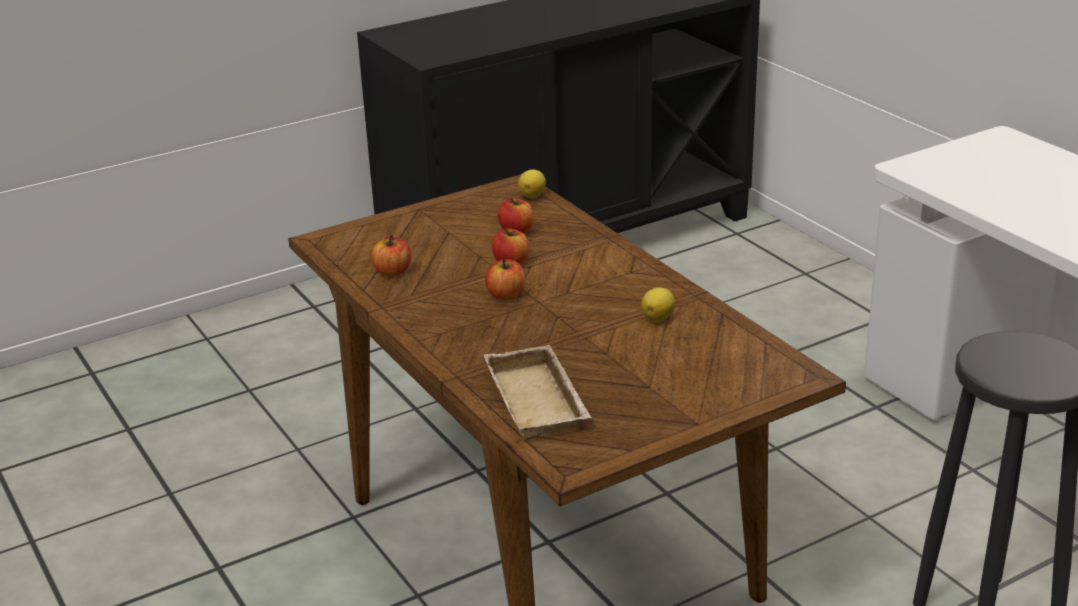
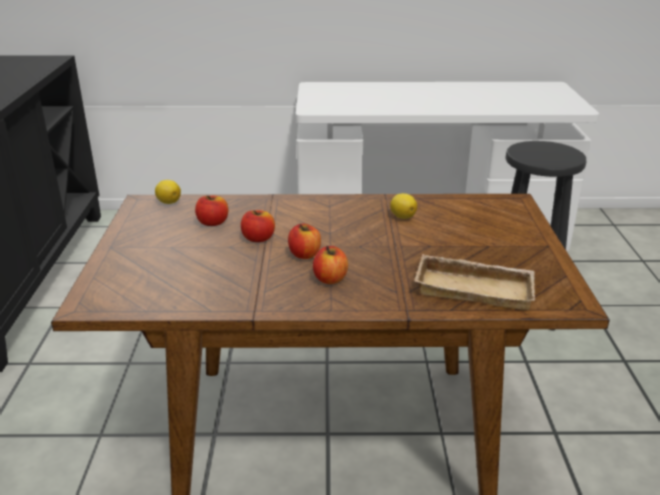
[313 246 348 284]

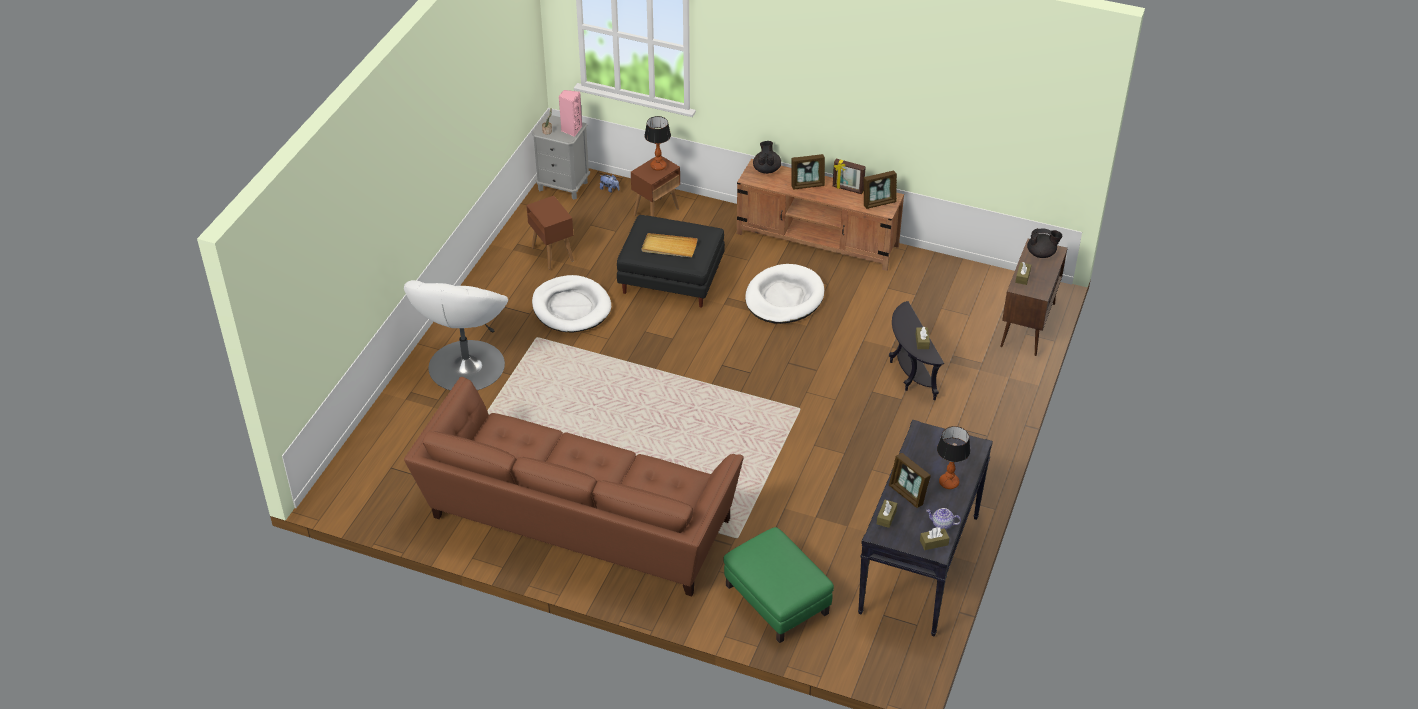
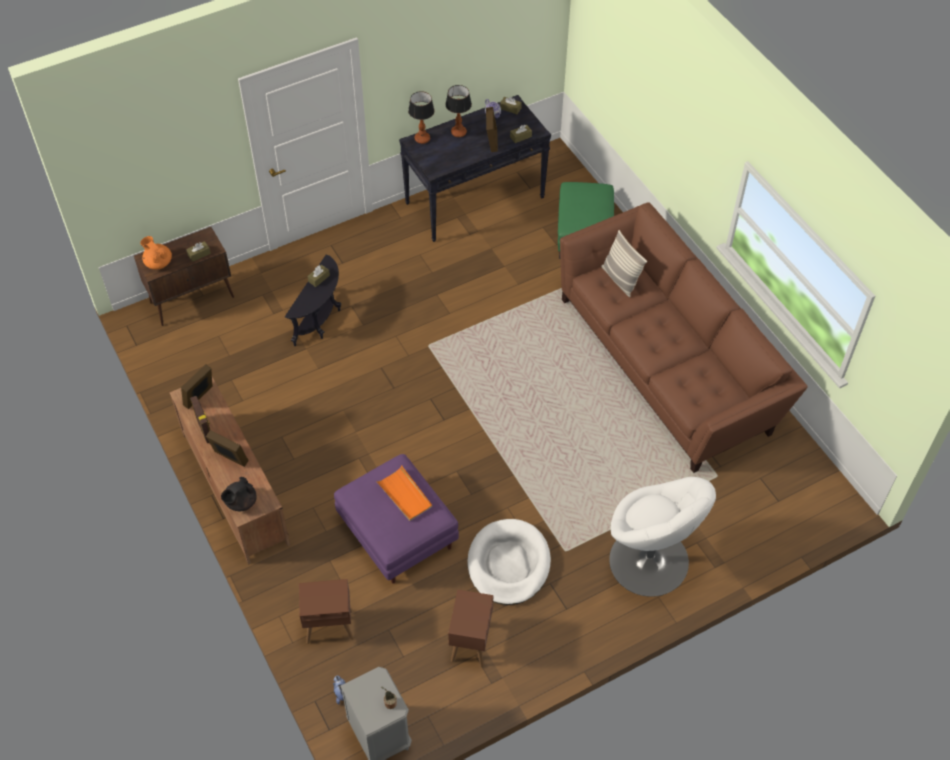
[609 477 716 597]
[559 90 582 137] (first image)
[334 454 459 584]
[376 465 432 521]
[408 91 435 144]
[745 264 824 324] (first image)
[181 364 213 409]
[140 236 172 270]
[601 230 647 297]

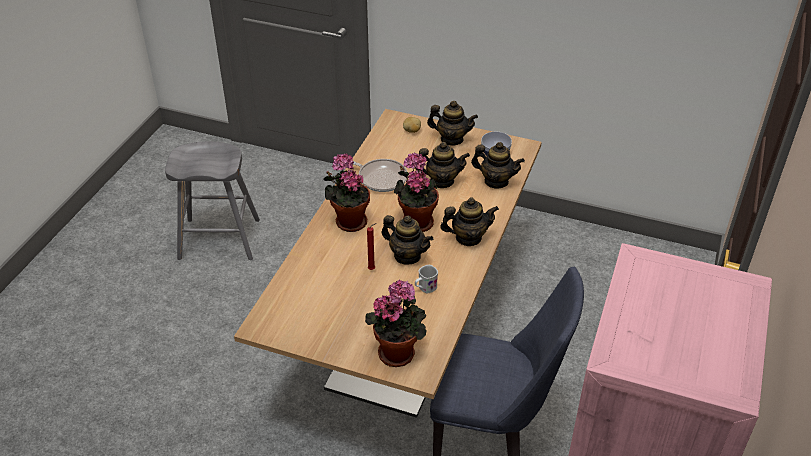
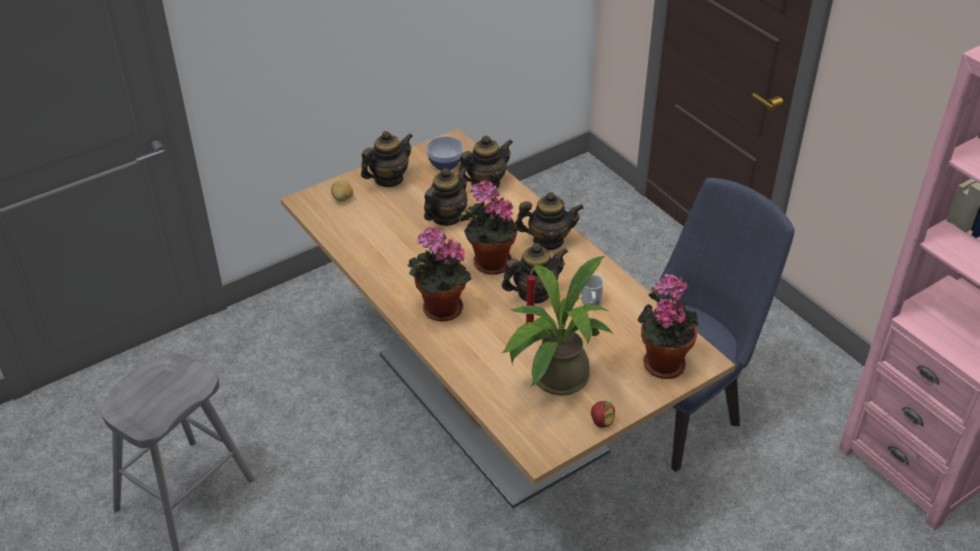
[353 159 408 192] (first image)
[515 192 584 250]
[502 256 613 396]
[591 401 615 428]

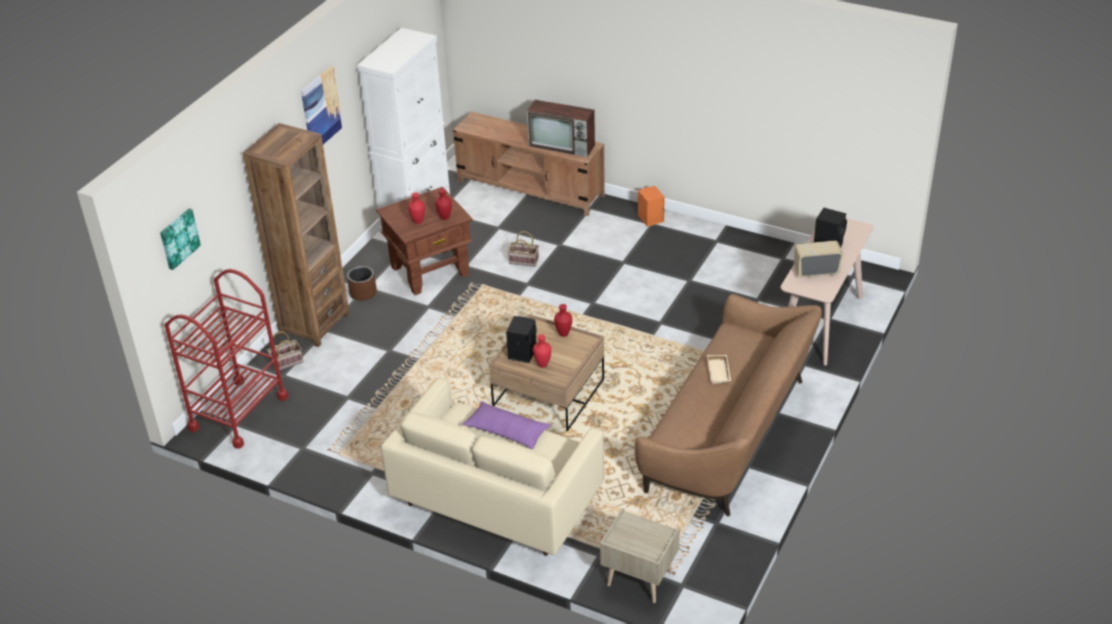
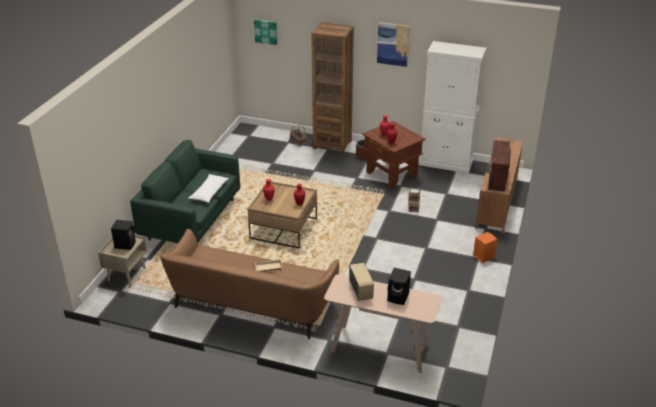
[164 269 288 449] (first image)
[130 140 240 243]
[189 174 229 203]
[111 220 136 250]

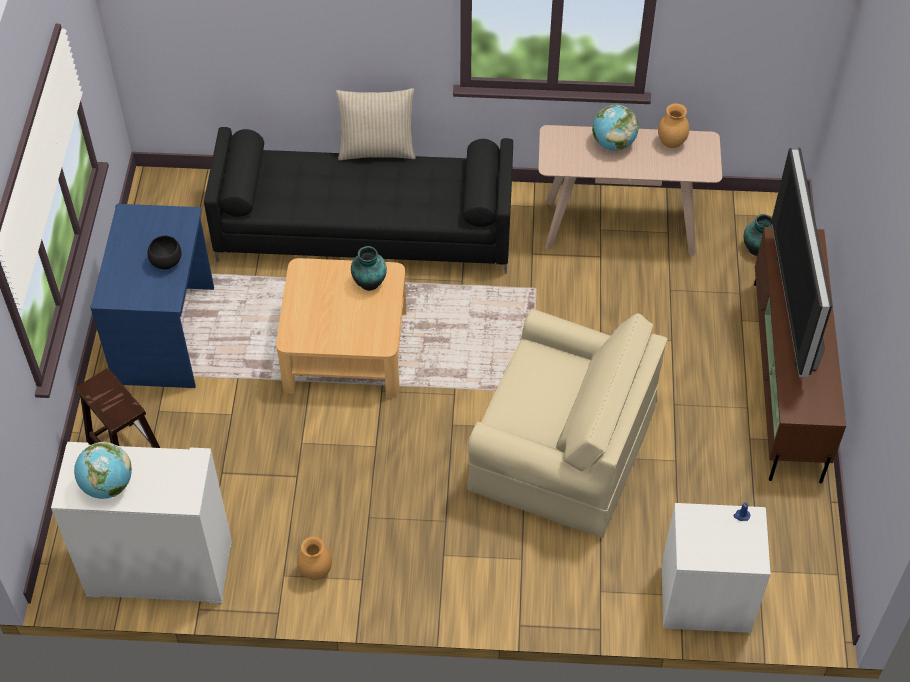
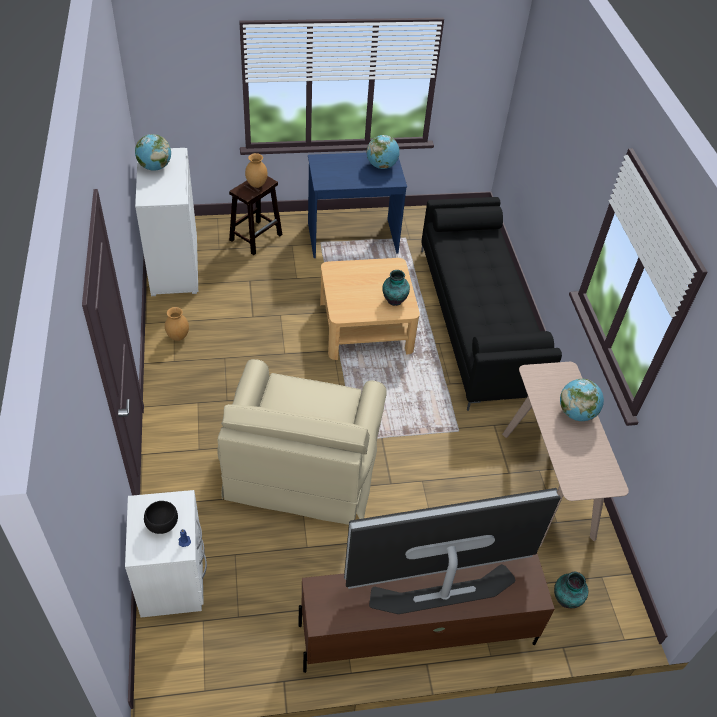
[144 501 178 534]
[336 88 416 160] (first image)
[245 153 268 188]
[367 135 400 169]

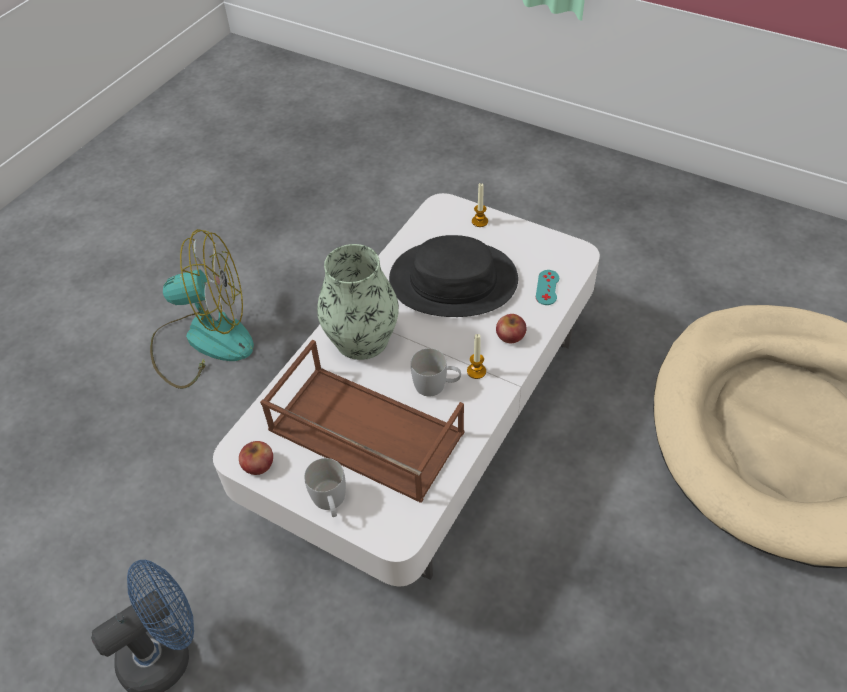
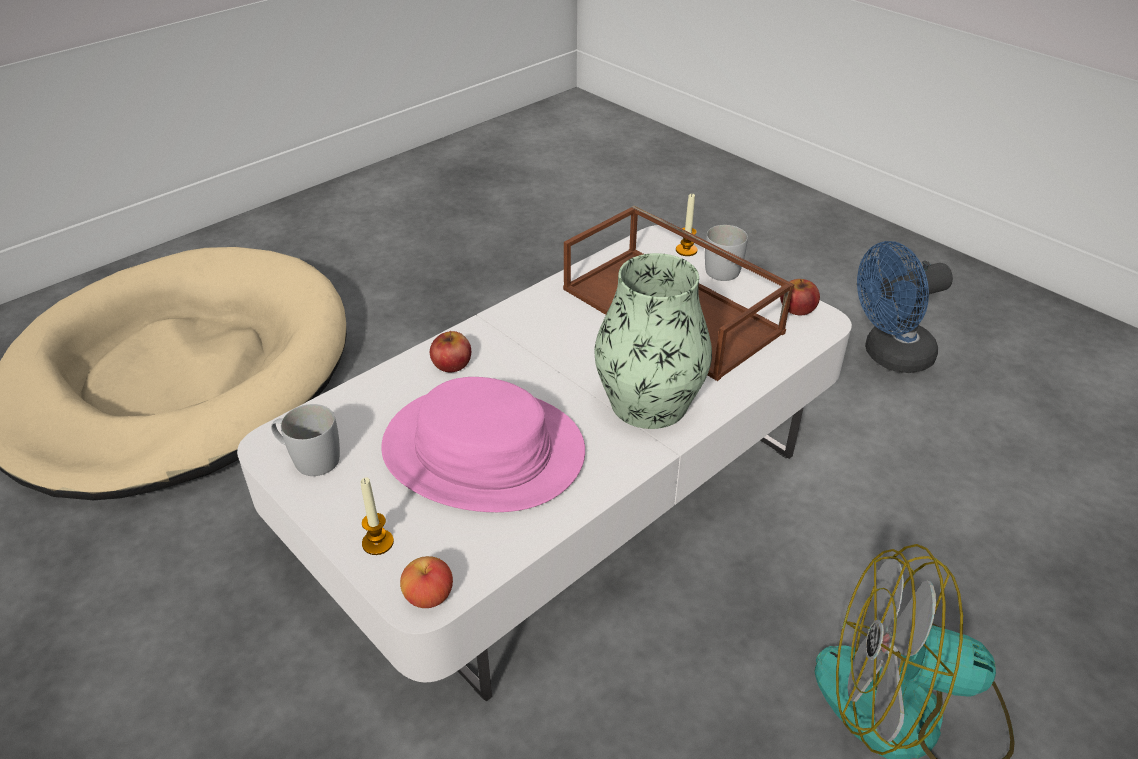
[381 377 585 512]
[271 404 340 476]
[676 194 698 256]
[536 270 559 305] (first image)
[400 556 453 608]

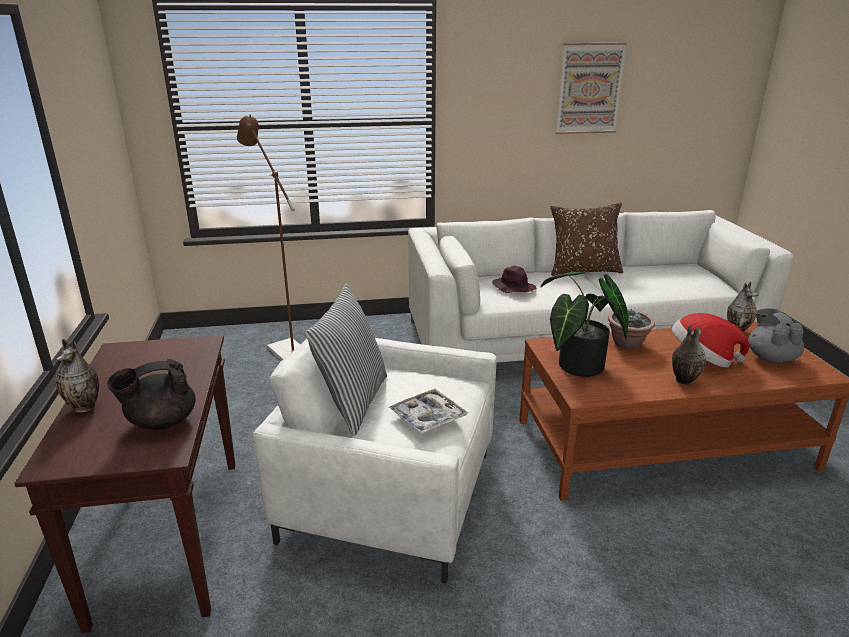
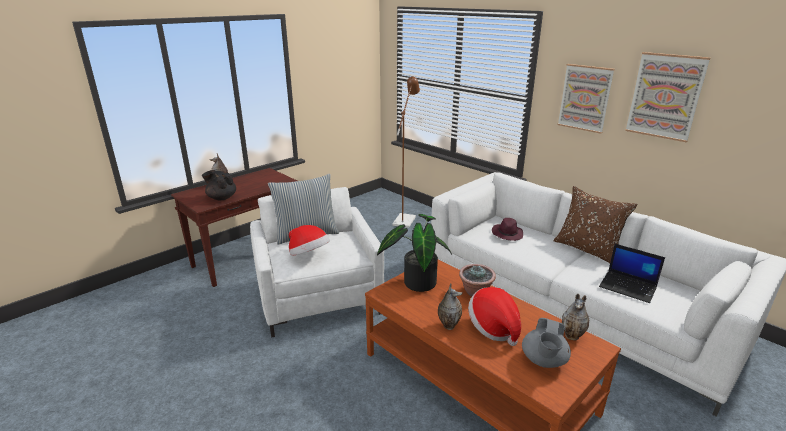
[289 225 330 256]
[522 318 571 368]
[558 64 615 134]
[599 244 665 303]

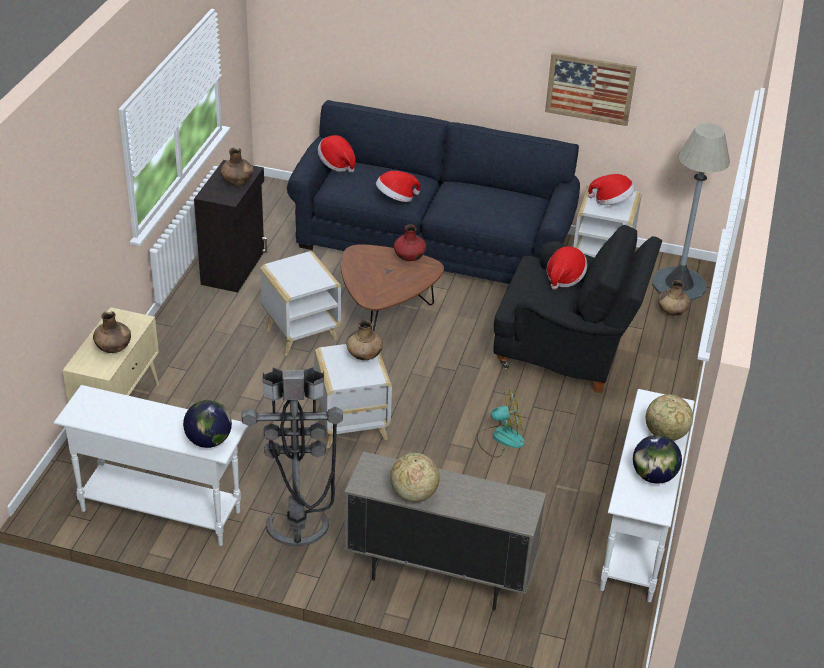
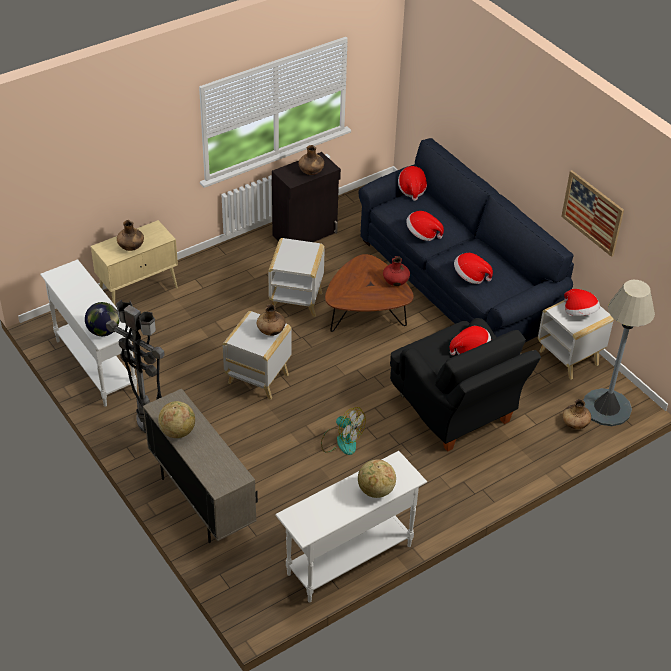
[633 435 682 484] (first image)
[454 253 493 284]

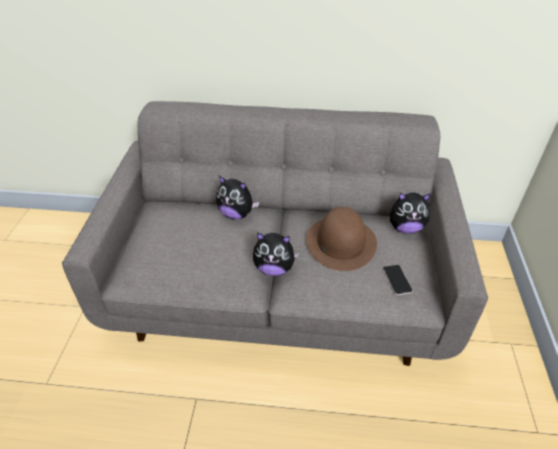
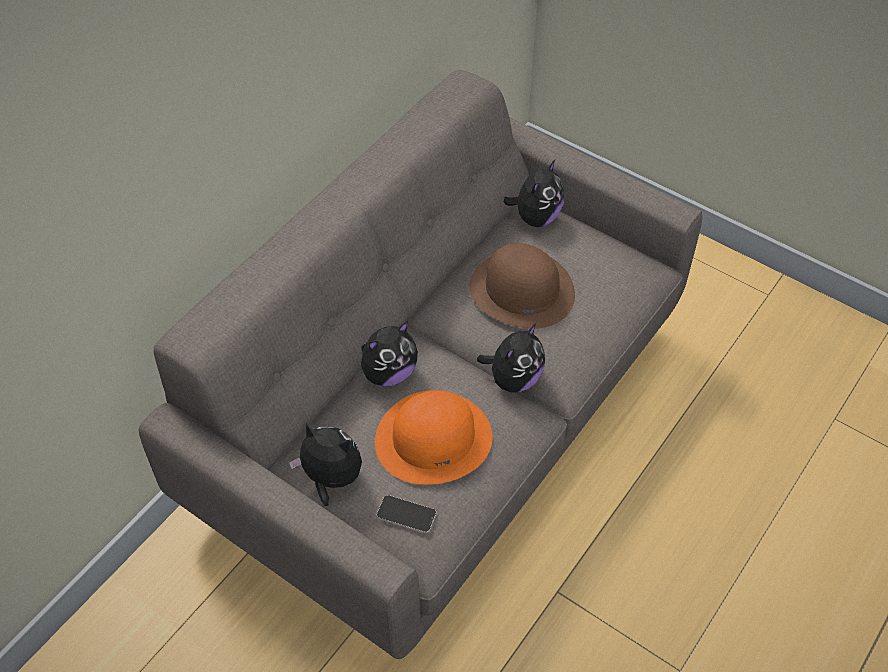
[377 495 436 533]
[289 423 362 506]
[375 390 492 485]

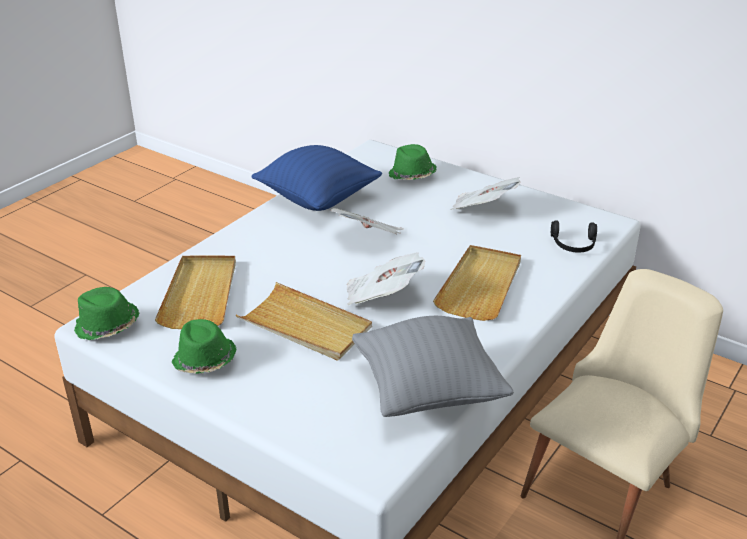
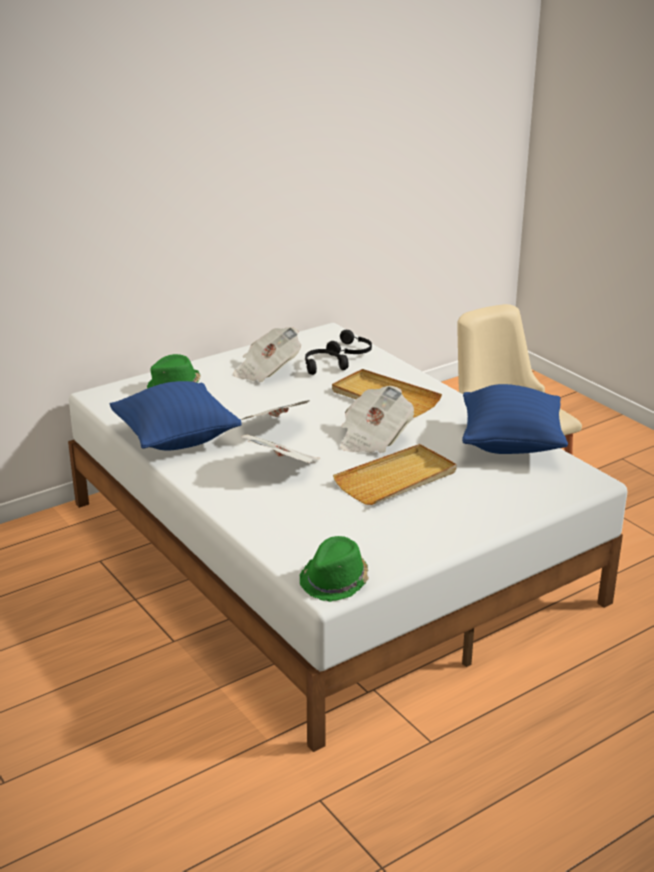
[155 256 236 329] (first image)
[172 319 237 374] (first image)
[462 384 568 454]
[242 435 321 463]
[305 349 349 375]

